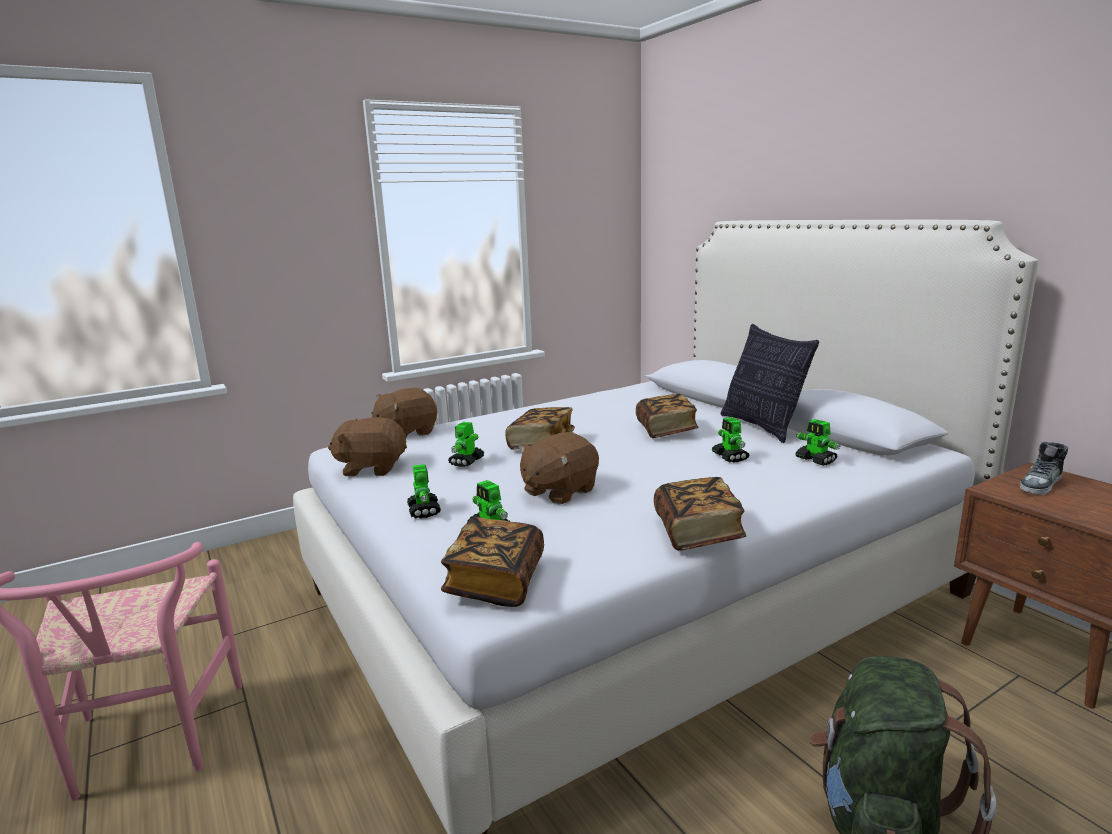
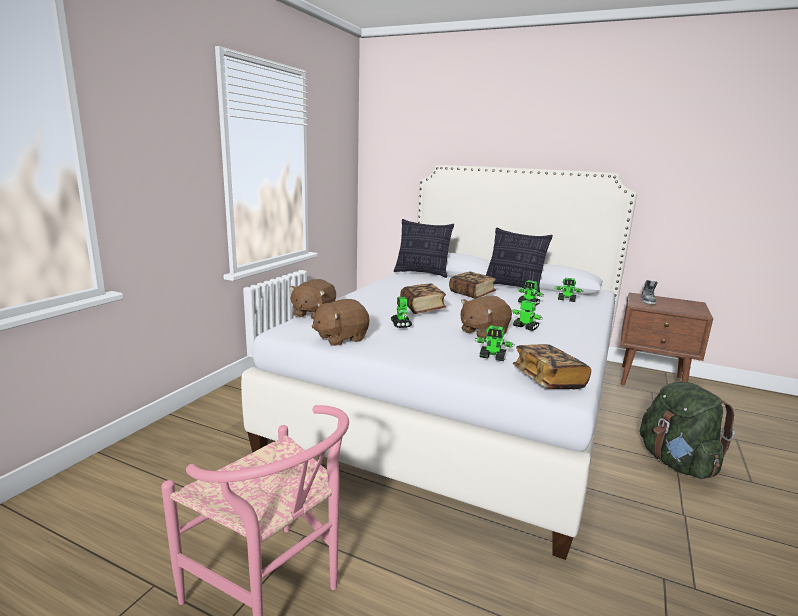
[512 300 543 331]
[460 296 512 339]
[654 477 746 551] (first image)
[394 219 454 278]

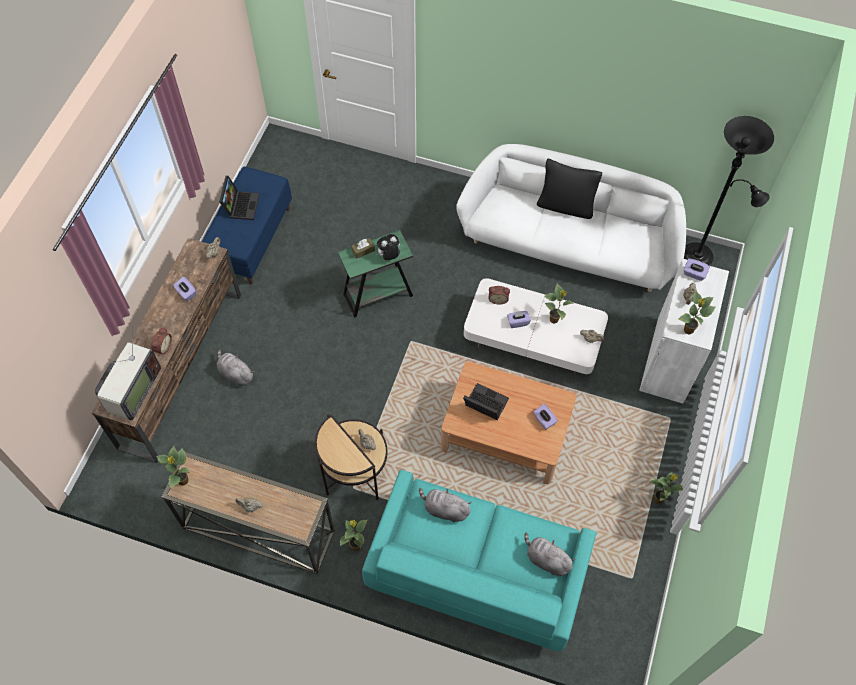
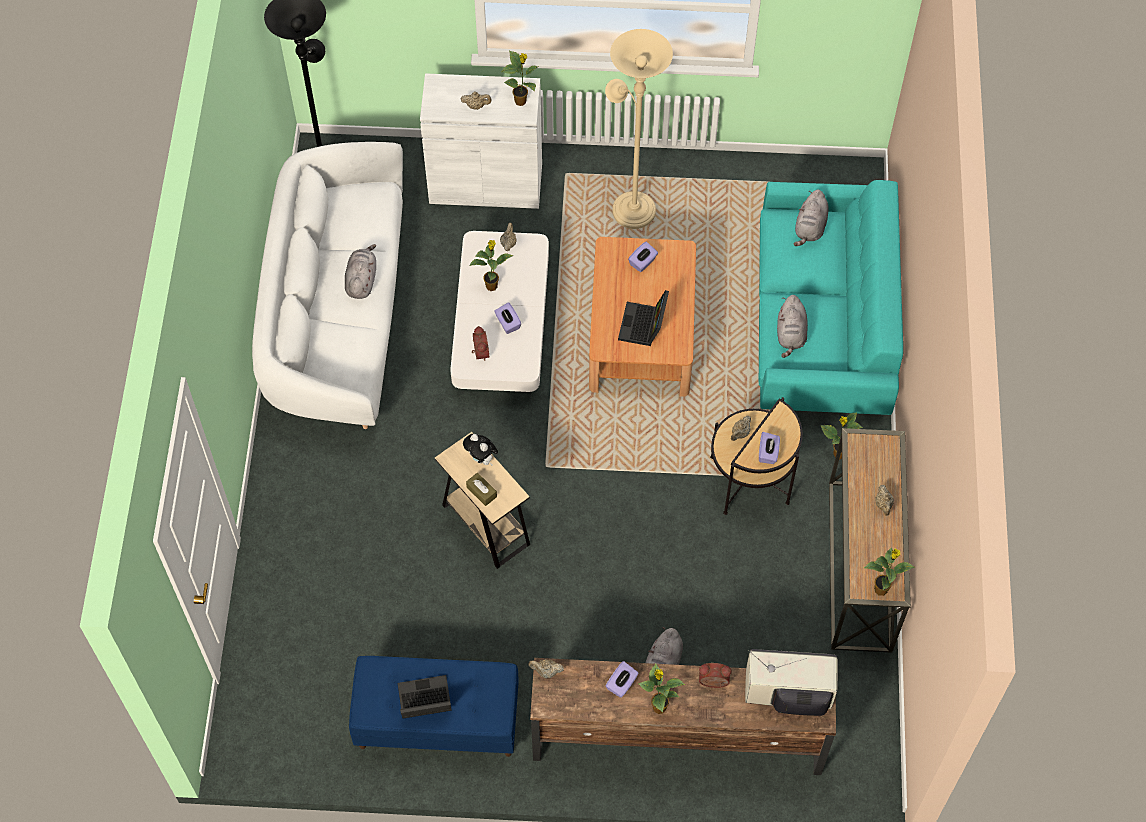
[435 432 530 569]
[537 159 602 219] (first image)
[638 664 685 714]
[759 432 780 464]
[345 244 376 299]
[605 29 673 229]

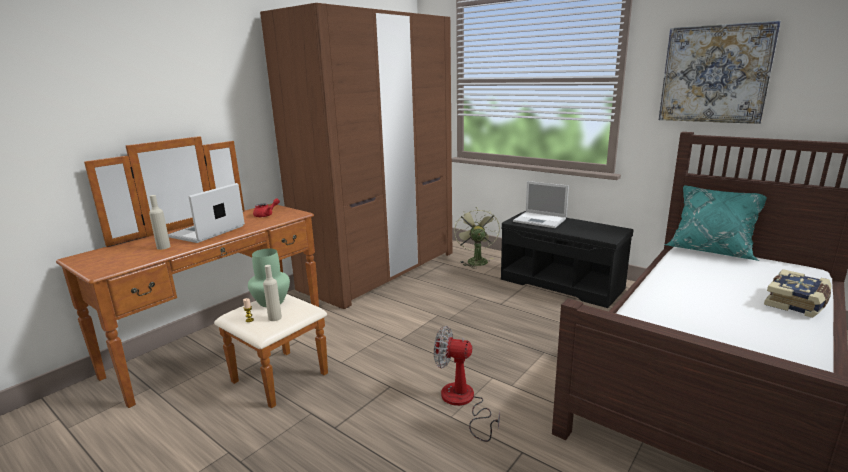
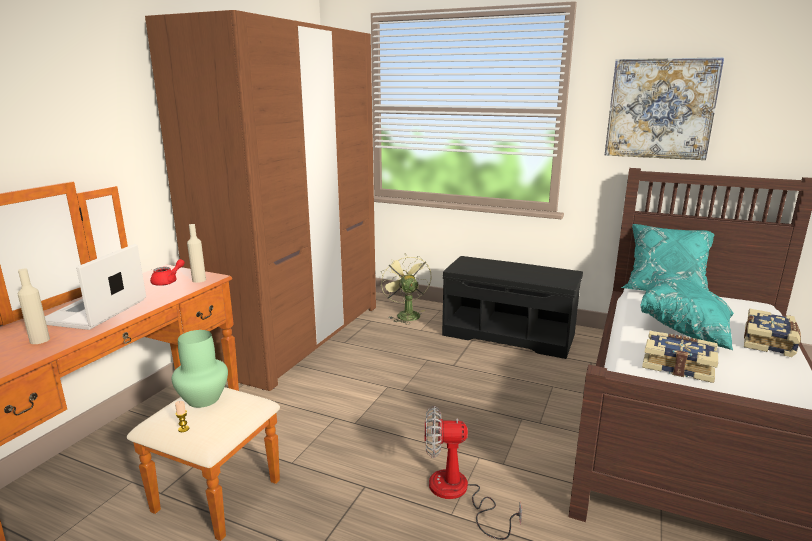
[187 224 206 283]
[513 181 569 228] (first image)
[641 271 734 350]
[642 331 718 383]

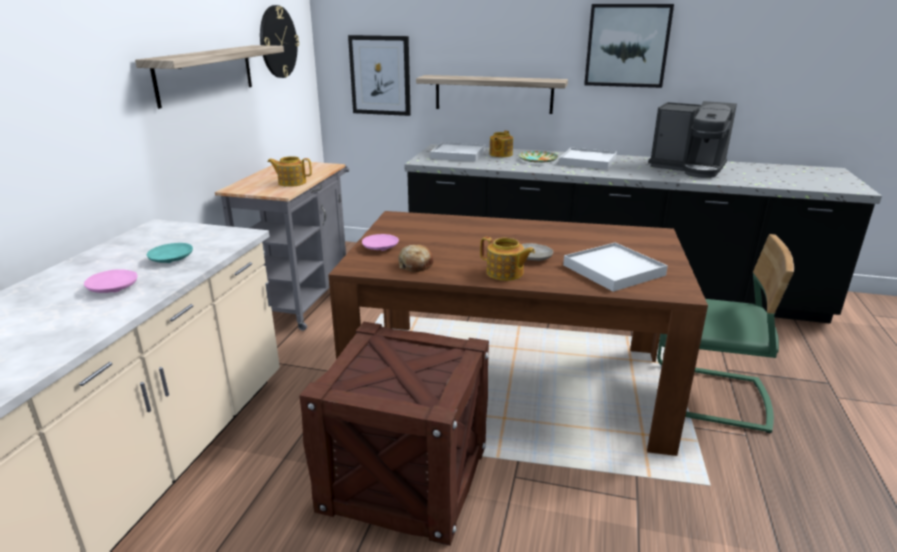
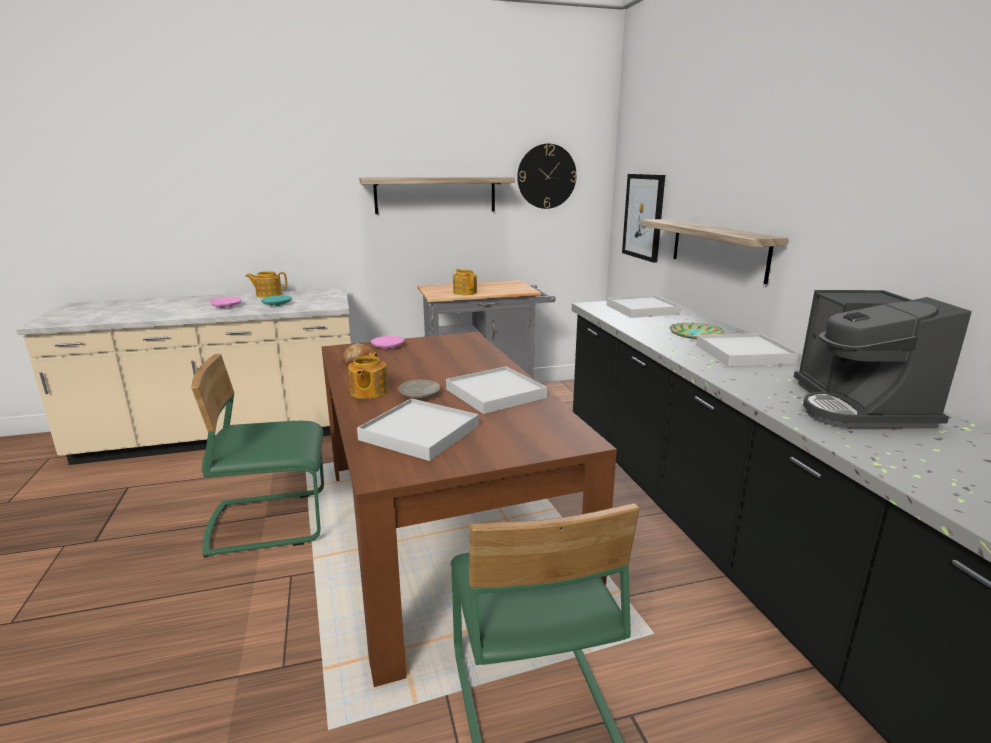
[191 354 324 558]
[245 271 287 298]
[584 4 674 88] (first image)
[446 366 547 414]

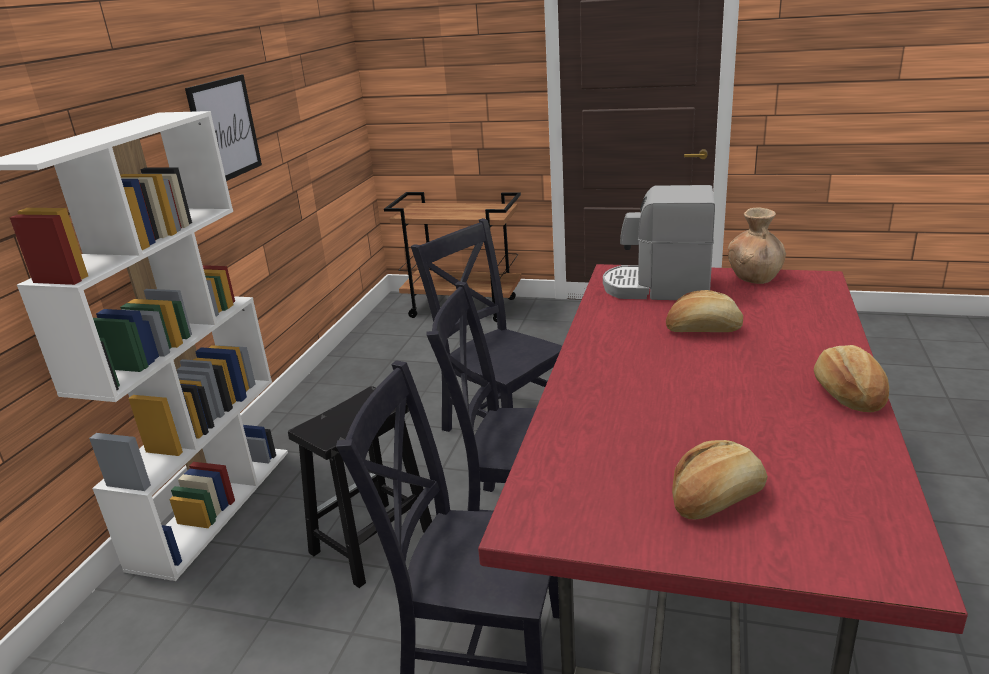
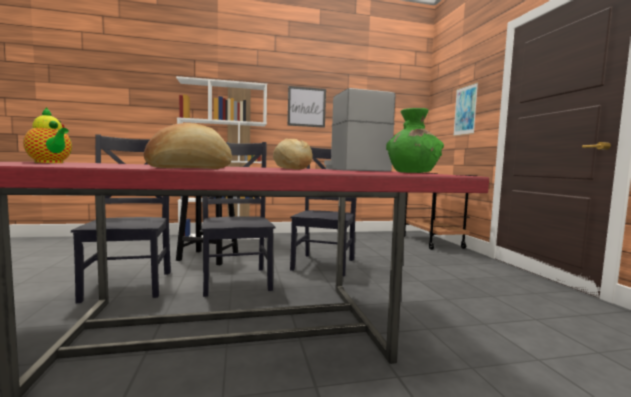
[23 107 72 163]
[386 108 444 173]
[453 82 478 136]

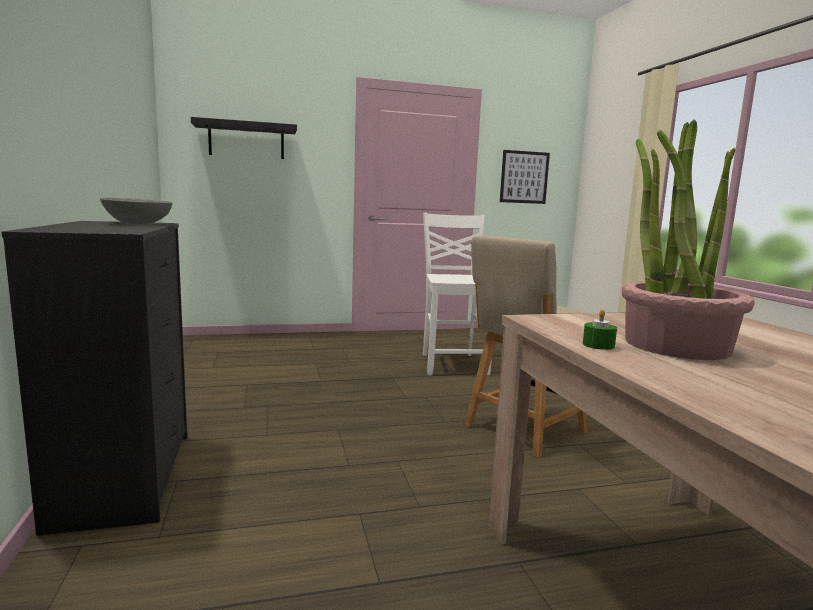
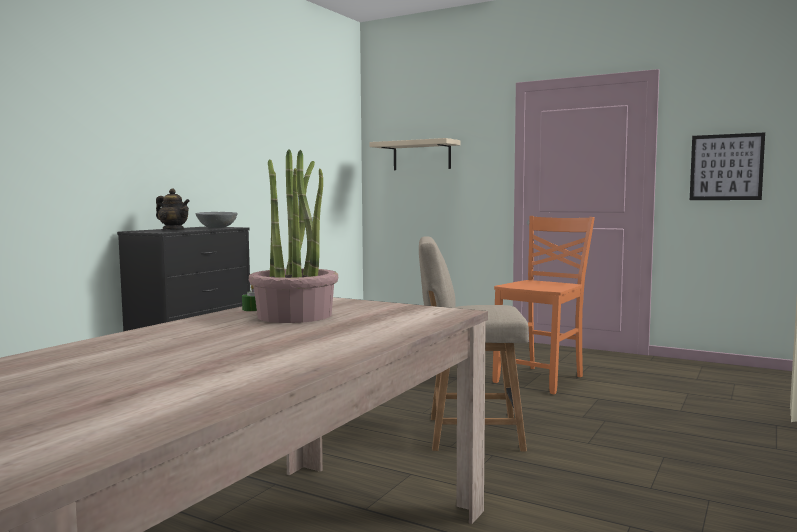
[370 138 460 170]
[492 216 595 395]
[156 188 190 230]

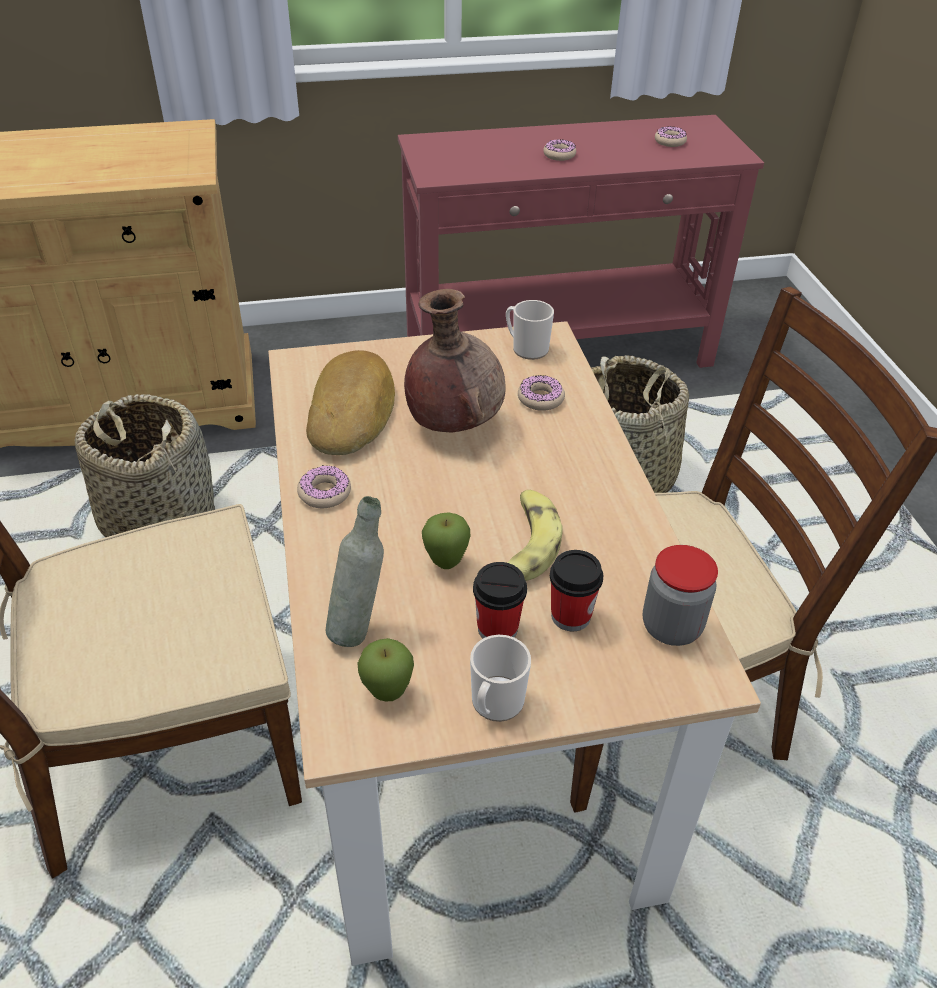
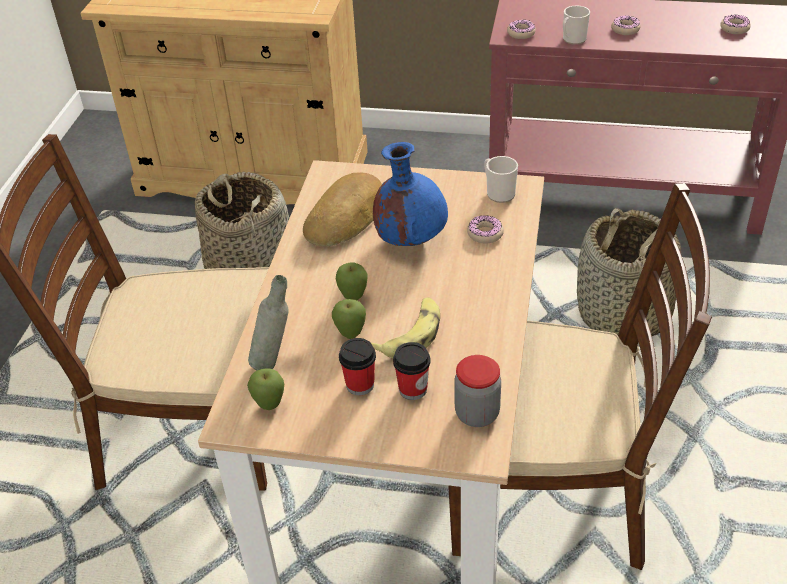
[507 19 536 39]
[373 142 448 246]
[563 5 590 45]
[336 263 368 300]

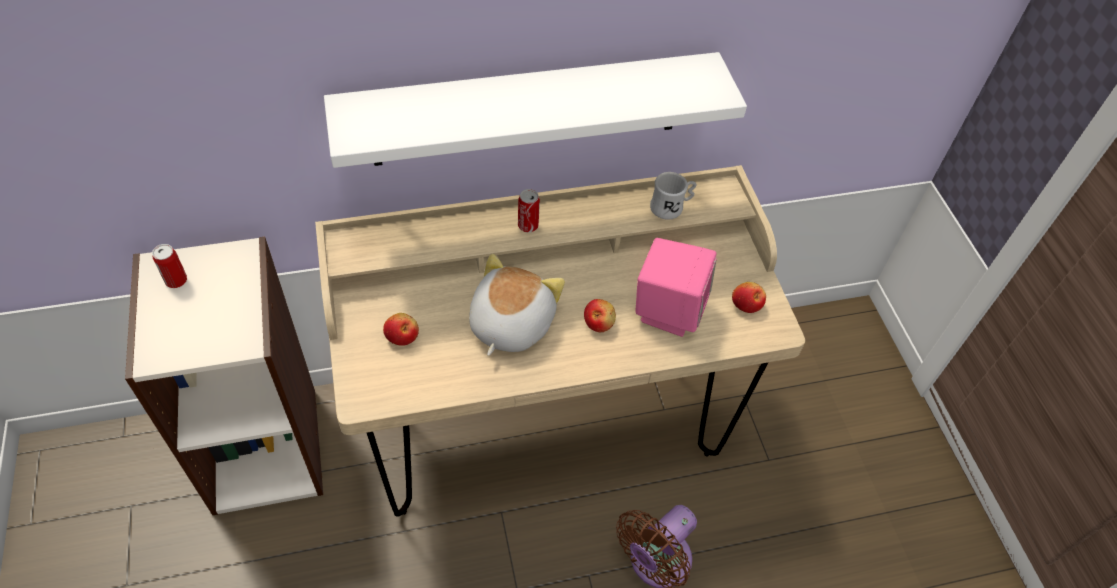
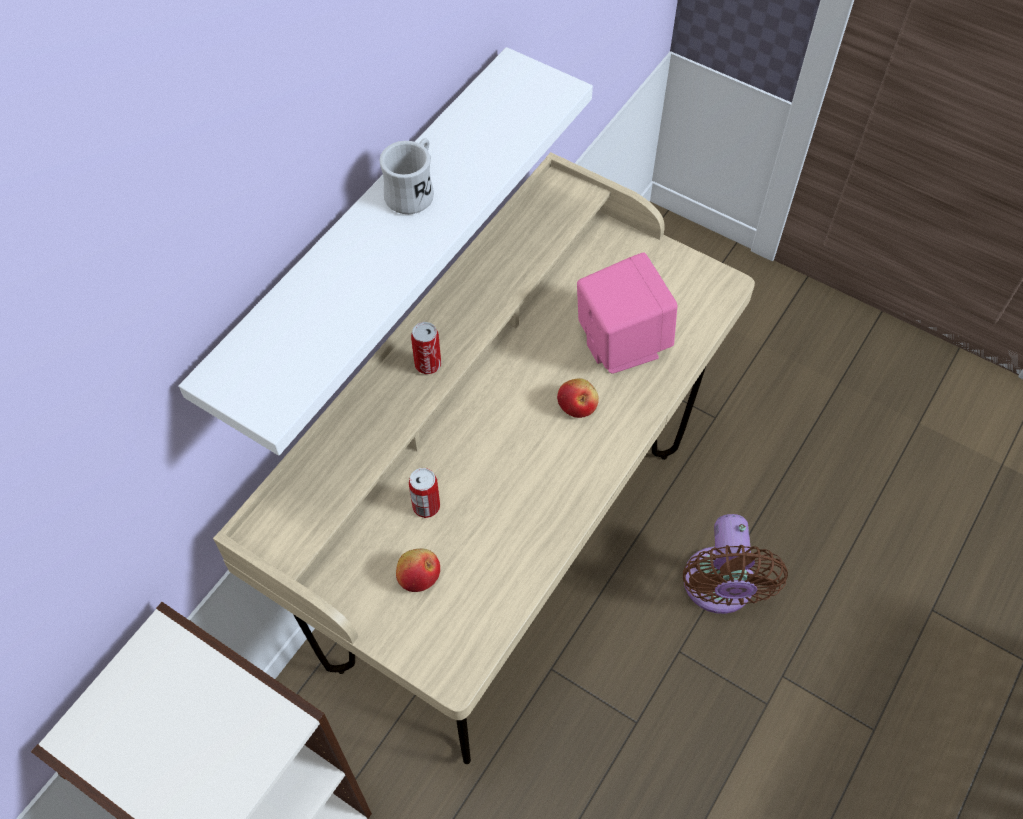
[409 468 440 518]
[469 254 565 356] (first image)
[379 139 434 214]
[732 282 766 313] (first image)

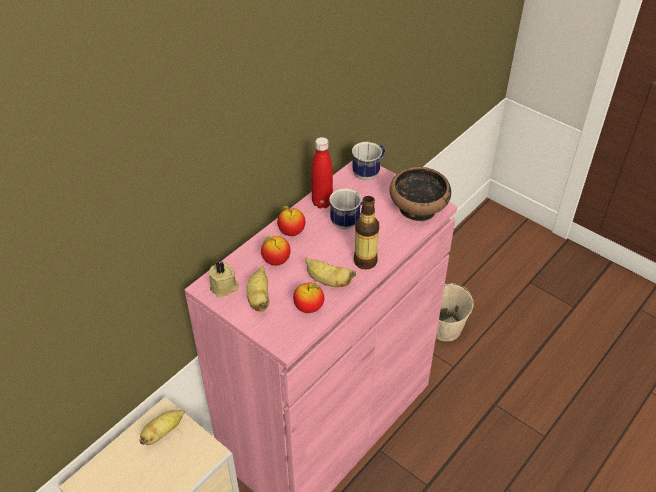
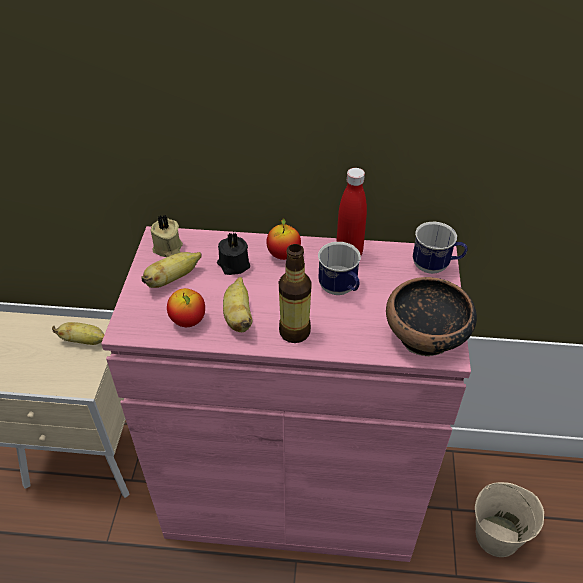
[217 232 250 275]

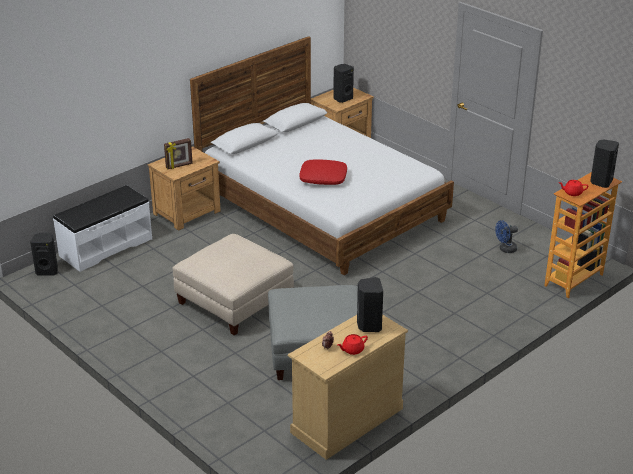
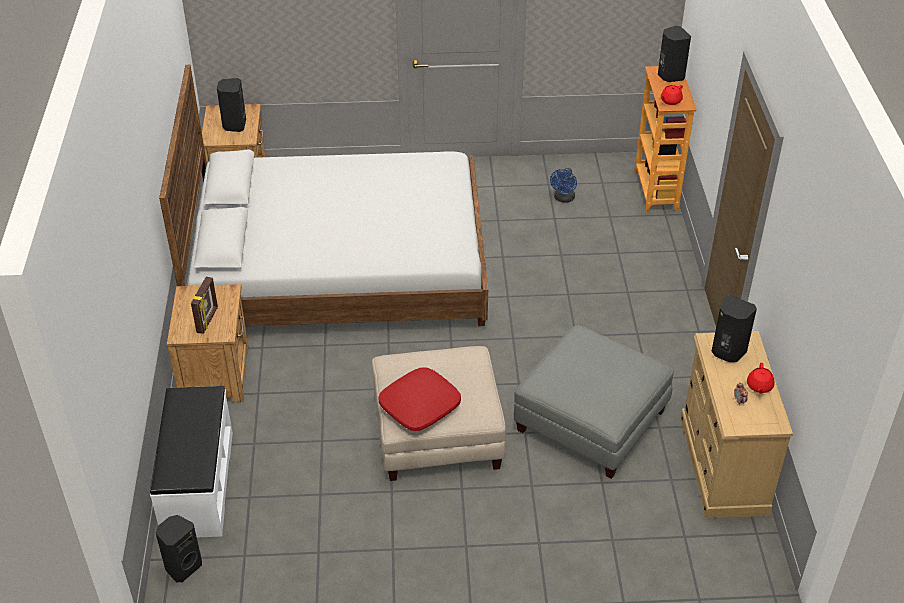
[379 367 461 431]

